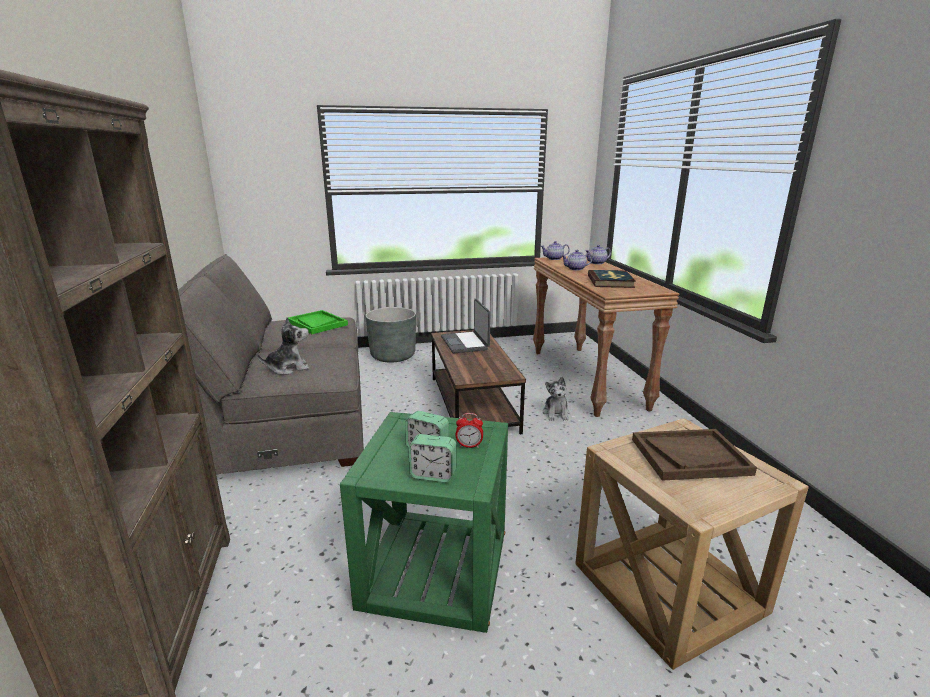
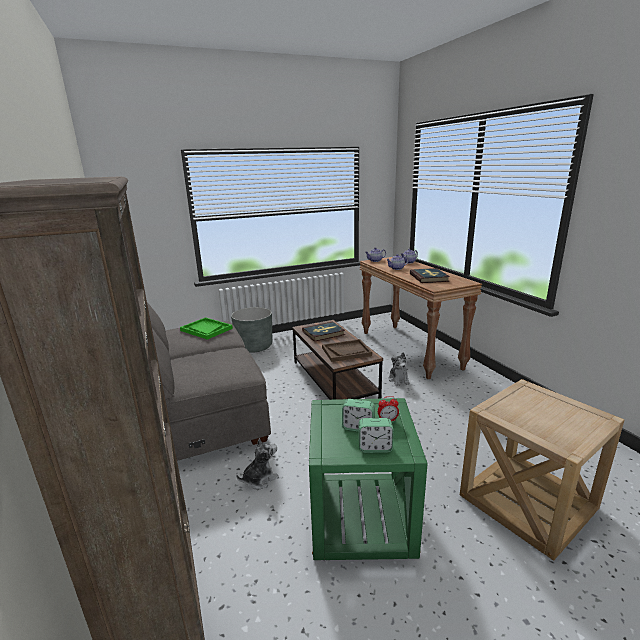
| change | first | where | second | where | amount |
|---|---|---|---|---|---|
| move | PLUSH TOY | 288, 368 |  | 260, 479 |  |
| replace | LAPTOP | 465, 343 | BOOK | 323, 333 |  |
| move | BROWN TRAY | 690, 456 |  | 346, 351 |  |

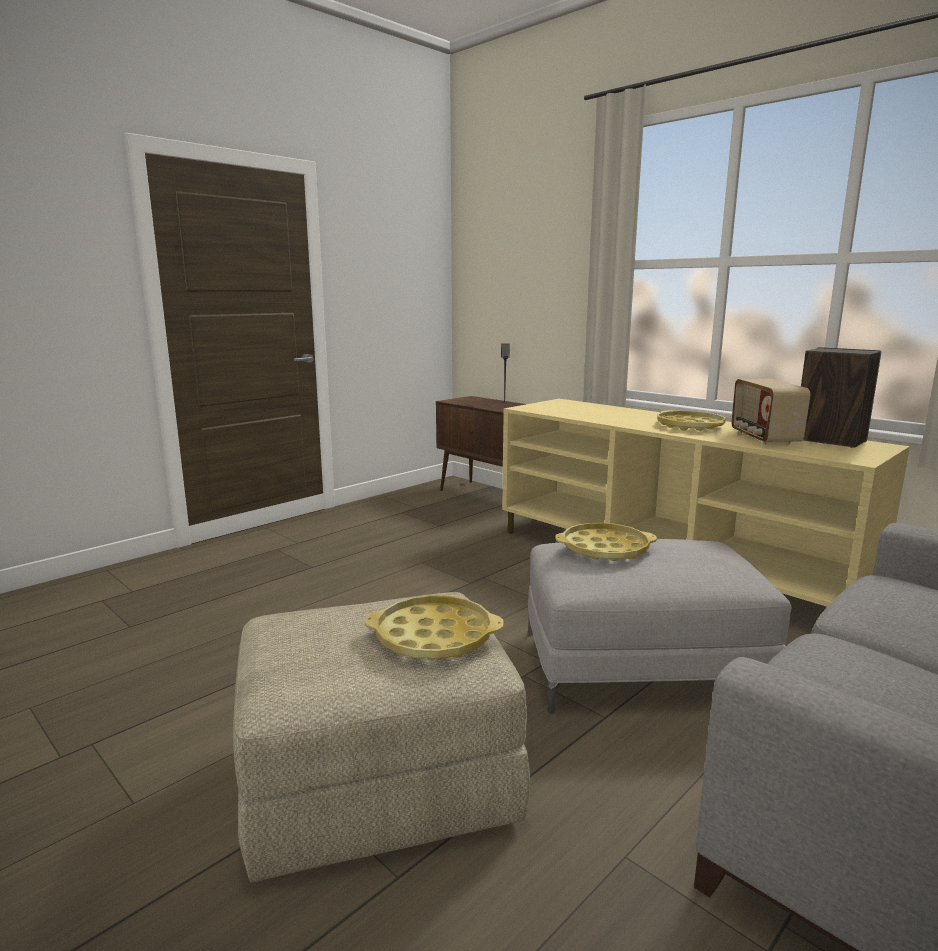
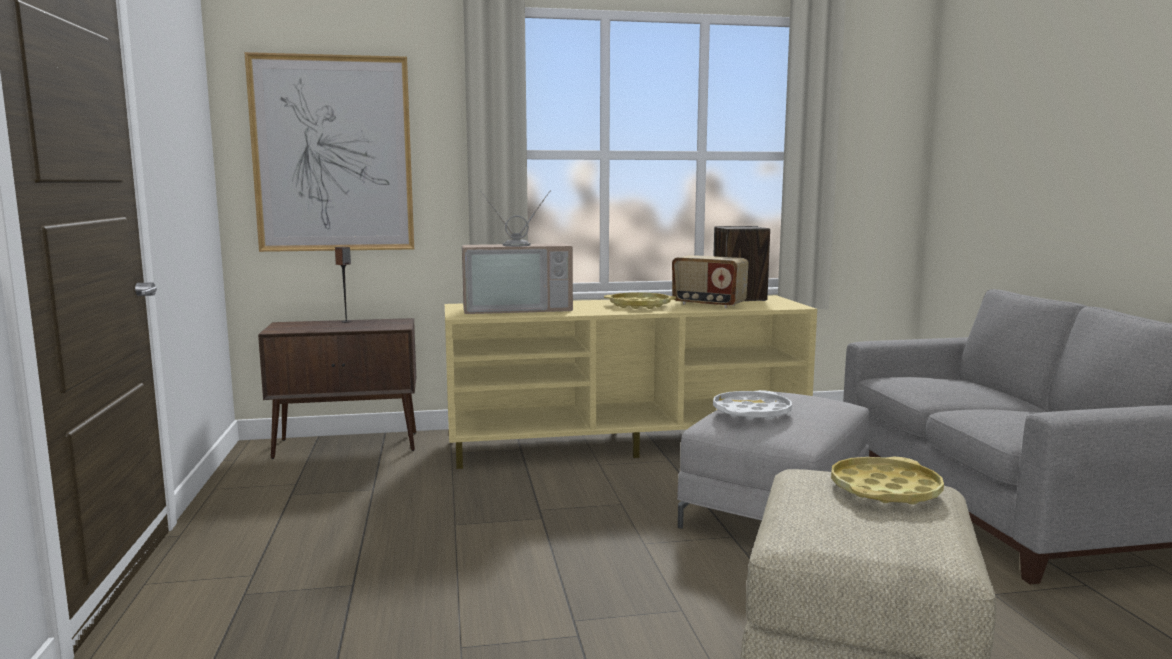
| change | first | where | second | where | amount |
|---|---|---|---|---|---|
| insert |  |  | PICTURE | 333, 154 |  |
| insert |  |  | TELEVISION | 517, 308 |  |
| recolor | YELLOW TRAY | 605, 549 | WHITE TRAY | 751, 412 |  |

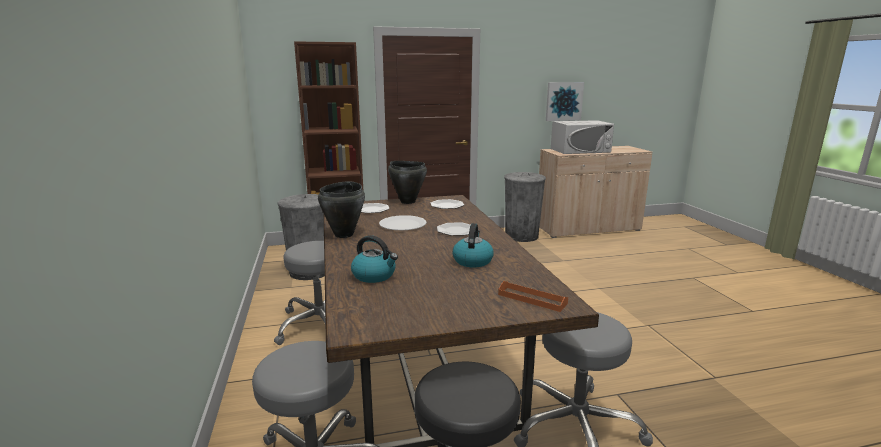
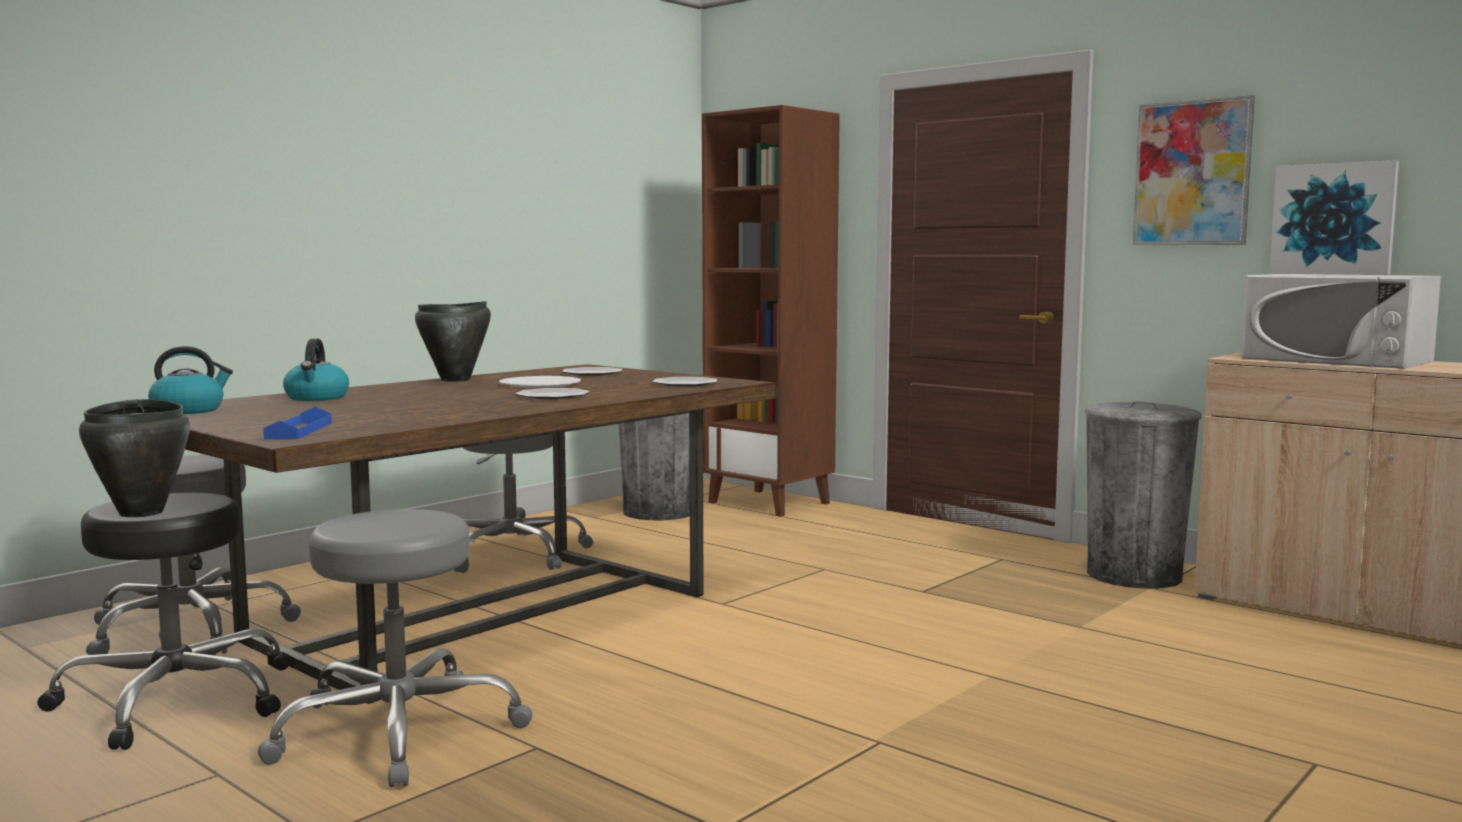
| change | first | where | second | where | amount |
|---|---|---|---|---|---|
| move | BLACK COOKING POT | 407, 202 |  | 142, 512 |  |
| move | KETTLE | 472, 260 |  | 189, 410 |  |
| recolor | ORANGE TRAY | 532, 299 | BLUE TRAY | 299, 431 |  |
| insert |  |  | PICTURE | 1192, 173 |  |

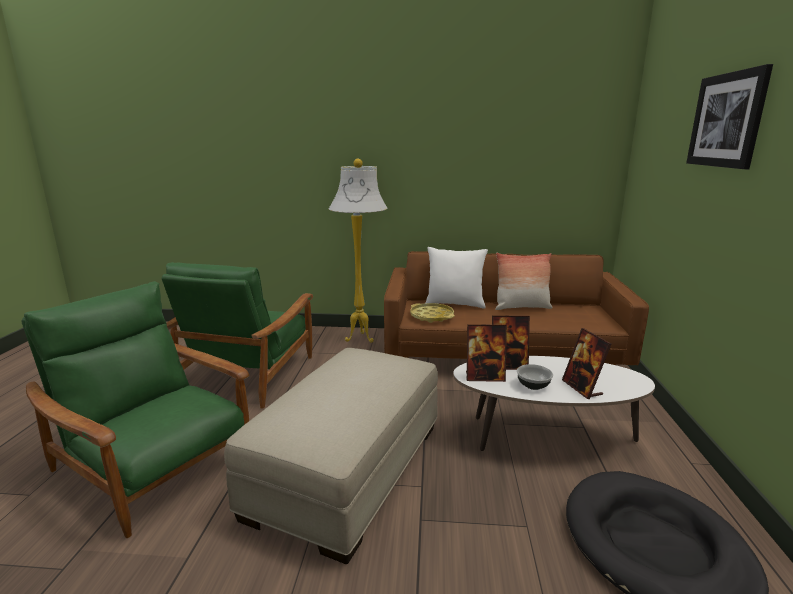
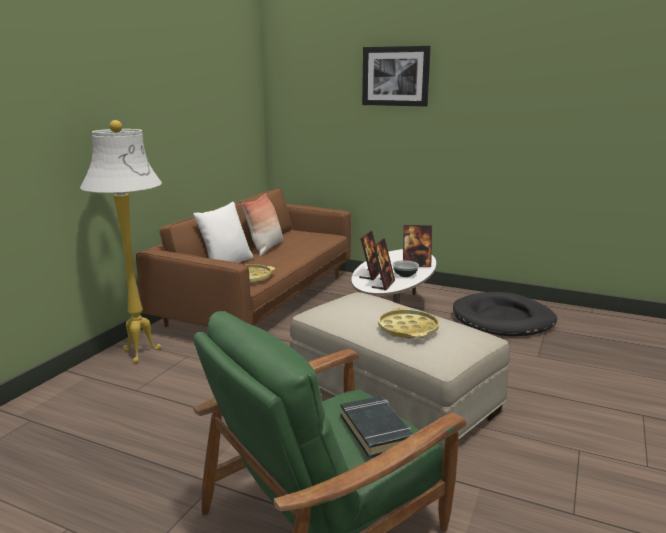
| change | first | where | second | where | amount |
|---|---|---|---|---|---|
| insert |  |  | BLACK BOOK | 376, 431 |  |
| insert |  |  | YELLOW TRAY | 408, 329 |  |
| delete | GREEN ARMCHAIR | 249, 374 |  |  |  |

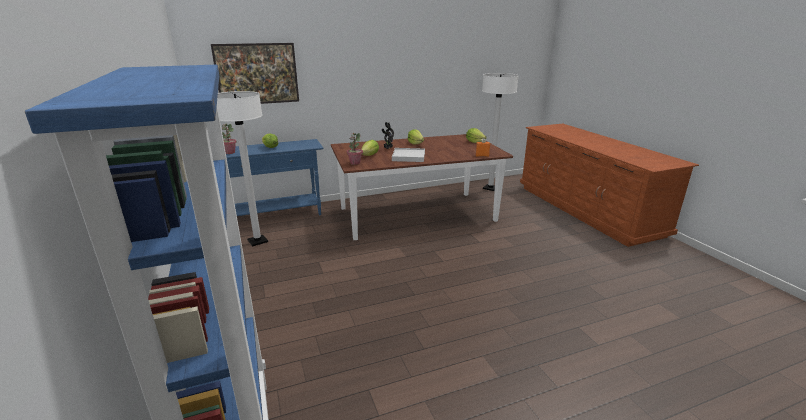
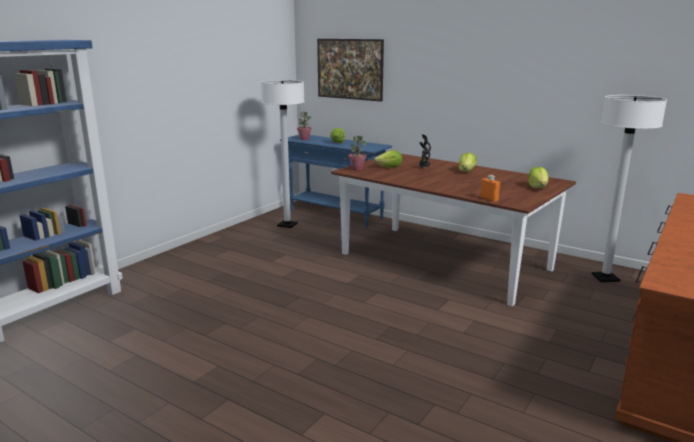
| change | first | where | second | where | amount |
|---|---|---|---|---|---|
| delete | WHITE TRAY | 408, 157 |  |  |  |

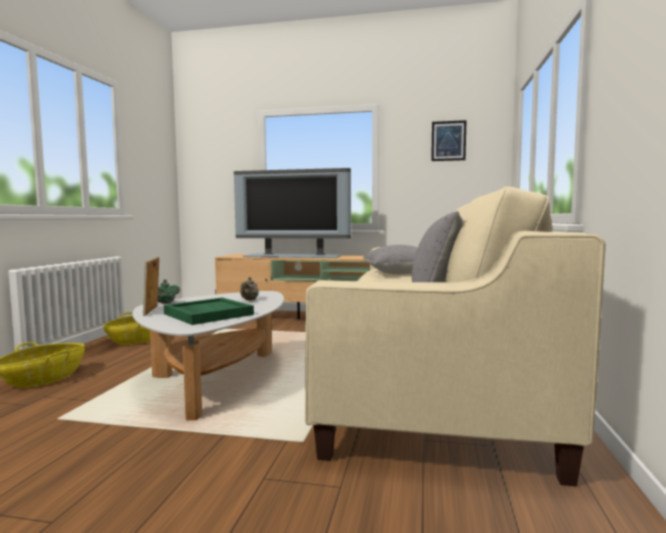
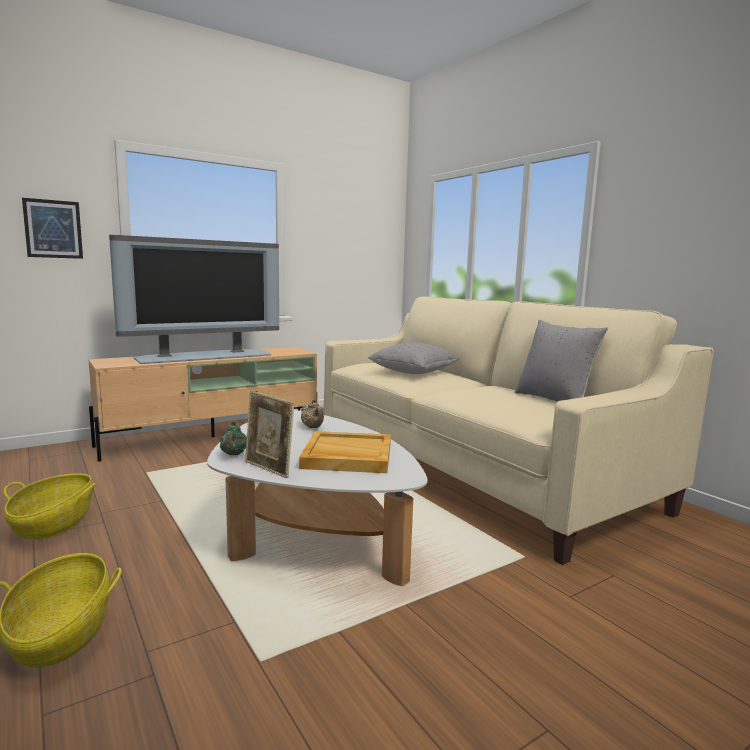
| change | first | where | second | where | amount |
|---|---|---|---|---|---|
| move | PICTURE | 448, 141 |  | 53, 229 |  |
| recolor | GREEN TRAY | 207, 314 | BEIGE TRAY | 347, 456 |  |

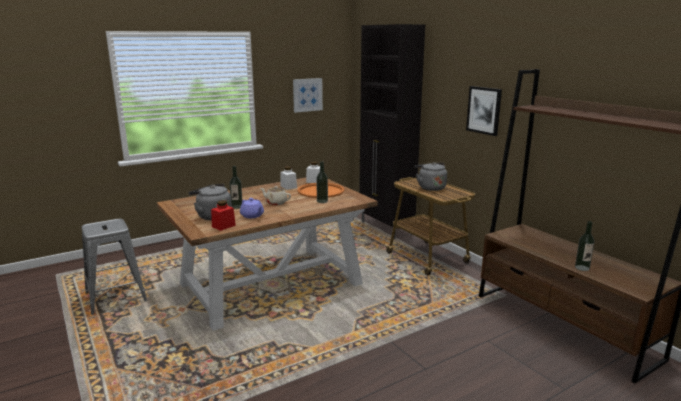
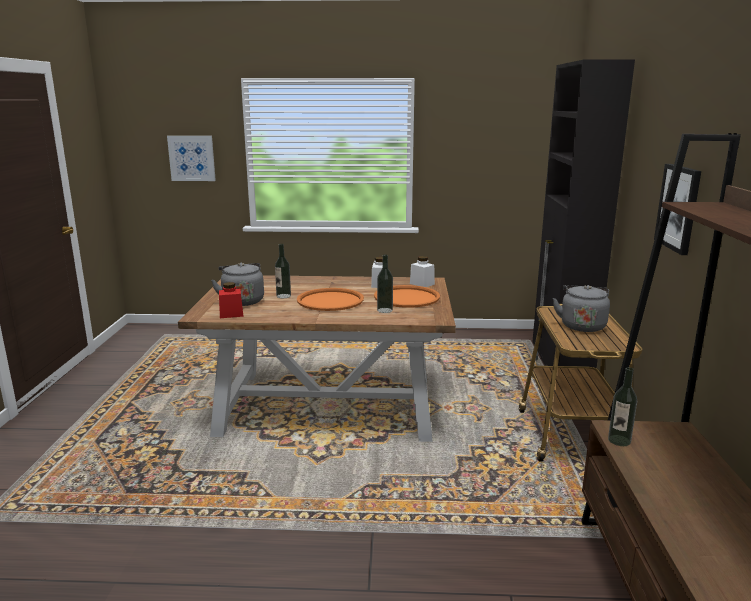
| change | first | where | second | where | amount |
|---|---|---|---|---|---|
| move | PICTURE | 307, 95 |  | 192, 158 |  |
| replace | BEIGE TEAPOT | 276, 203 | ORANGE TRAY | 330, 300 |  |
| move | BOTTLE | 582, 268 |  | 619, 440 |  |
| delete | GREY STOOL | 116, 297 |  |  |  |
| delete | PURPLE TEAPOT | 252, 216 |  |  |  |

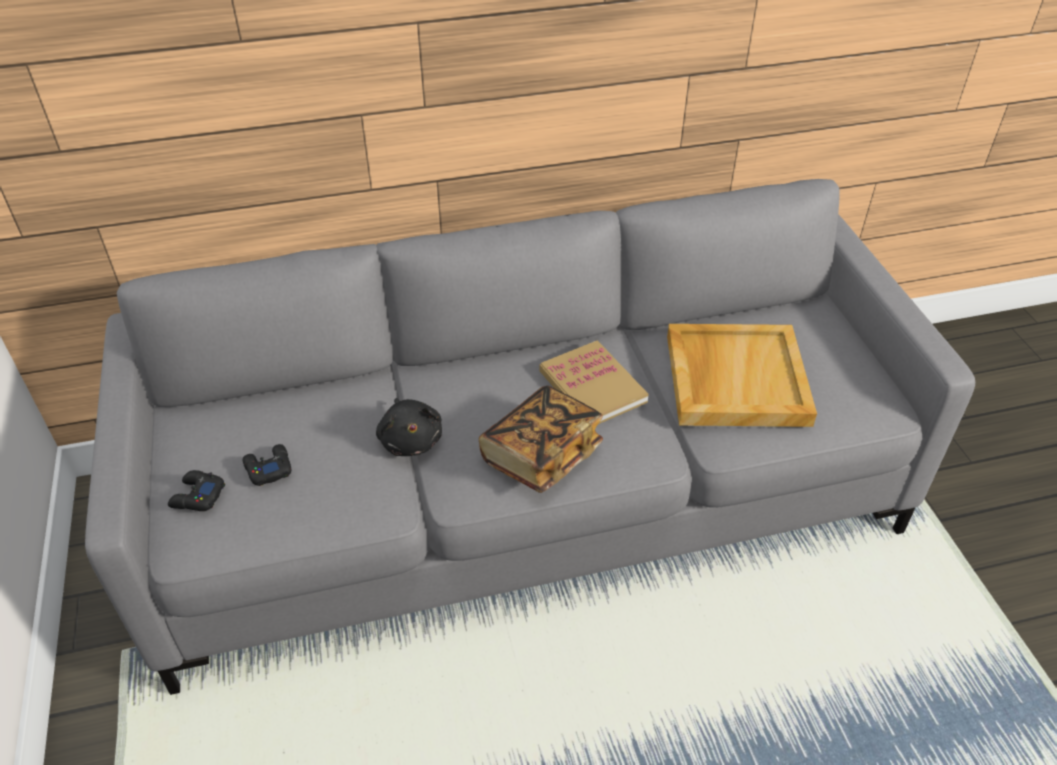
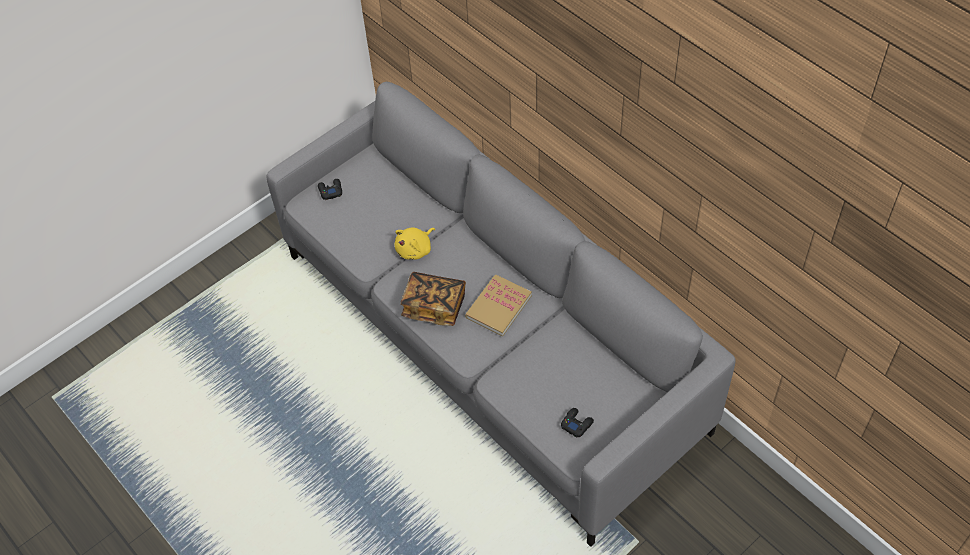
| change | first | where | second | where | amount |
|---|---|---|---|---|---|
| recolor | BLACK PLUSH TOY | 411, 439 | YELLOW PLUSH TOY | 415, 249 |  |
| move | BLACK GAME CONTROLLER | 268, 468 |  | 576, 424 |  |
| delete | BEIGE TRAY | 735, 378 |  |  |  |

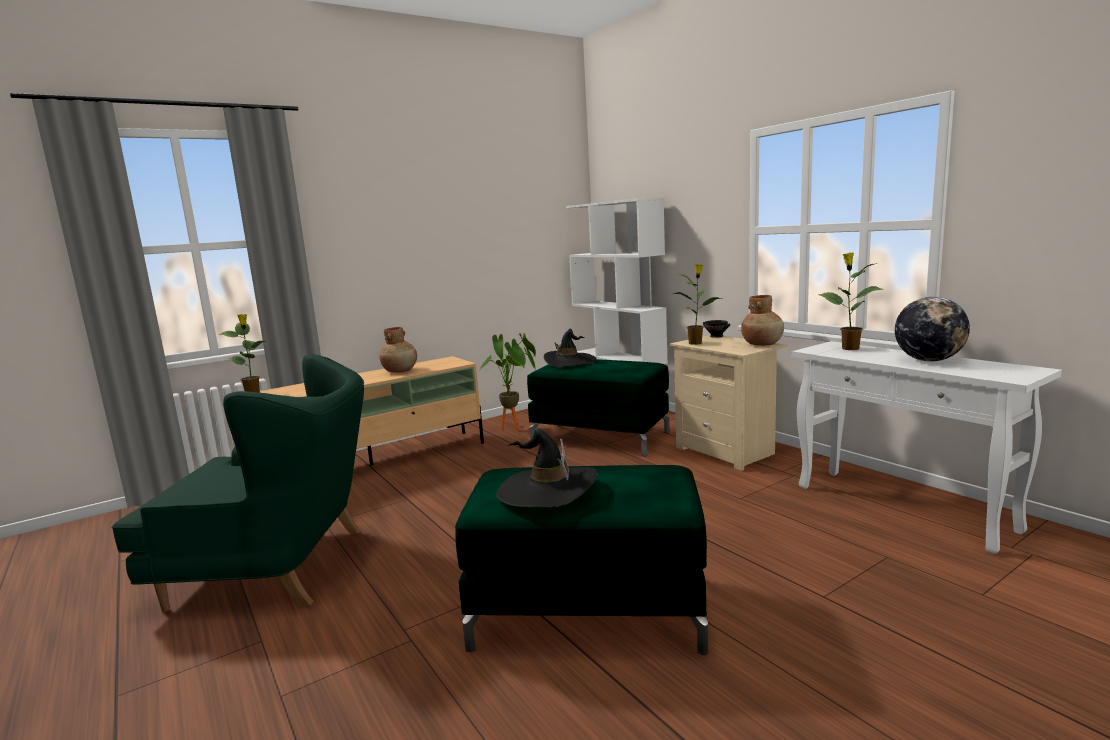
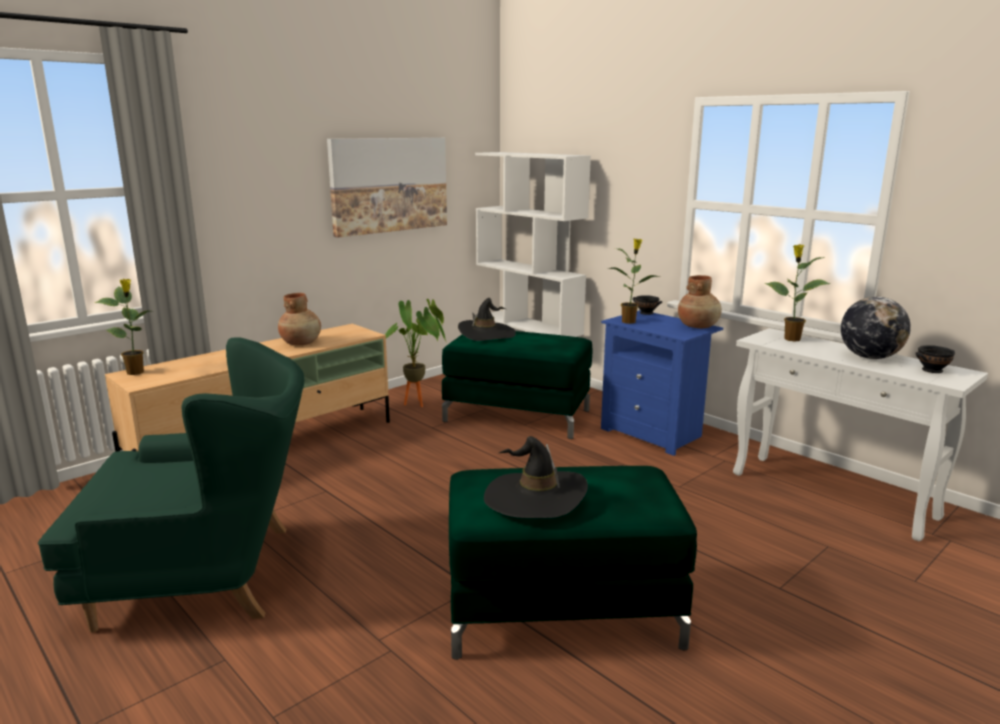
| change | first | where | second | where | amount |
|---|---|---|---|---|---|
| insert |  |  | PICTURE | 389, 185 |  |
| recolor | BEIGE NIGHTSTAND | 727, 451 | BLUE NIGHTSTAND | 654, 433 |  |
| insert |  |  | BLACK BOWL | 931, 370 |  |

